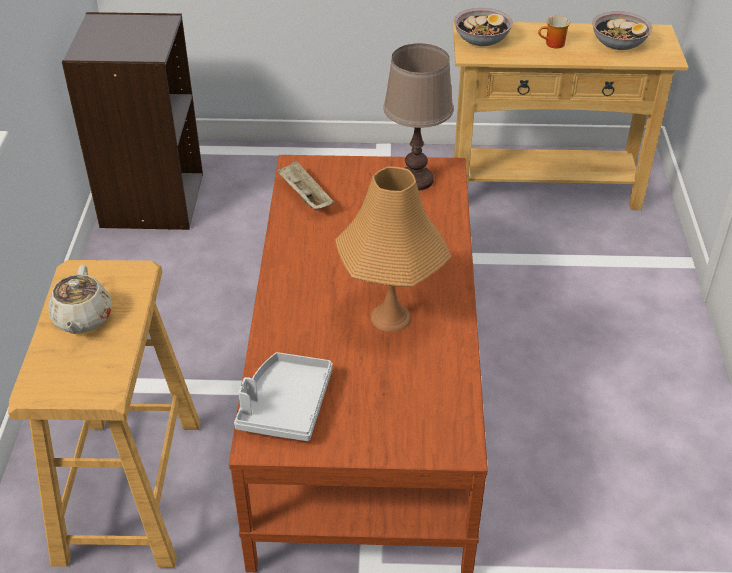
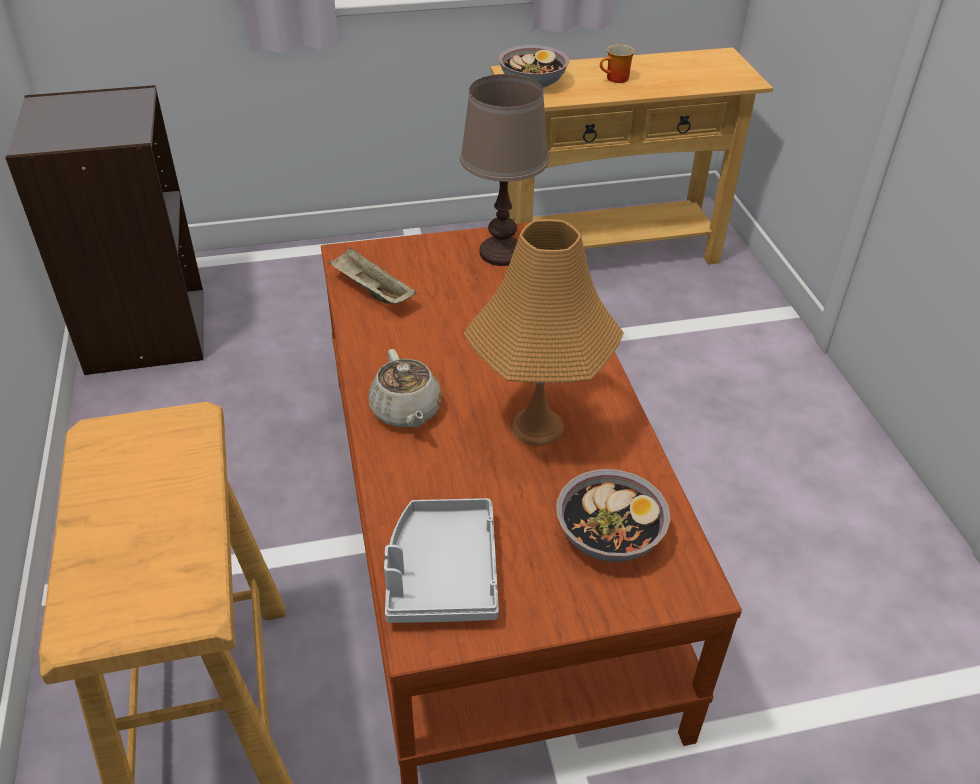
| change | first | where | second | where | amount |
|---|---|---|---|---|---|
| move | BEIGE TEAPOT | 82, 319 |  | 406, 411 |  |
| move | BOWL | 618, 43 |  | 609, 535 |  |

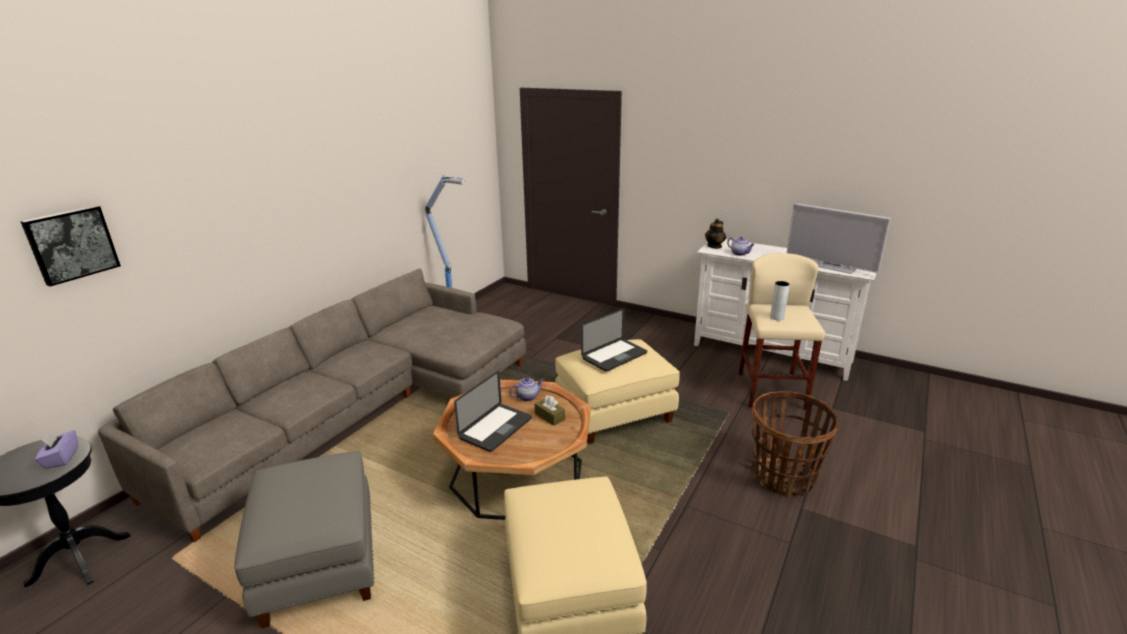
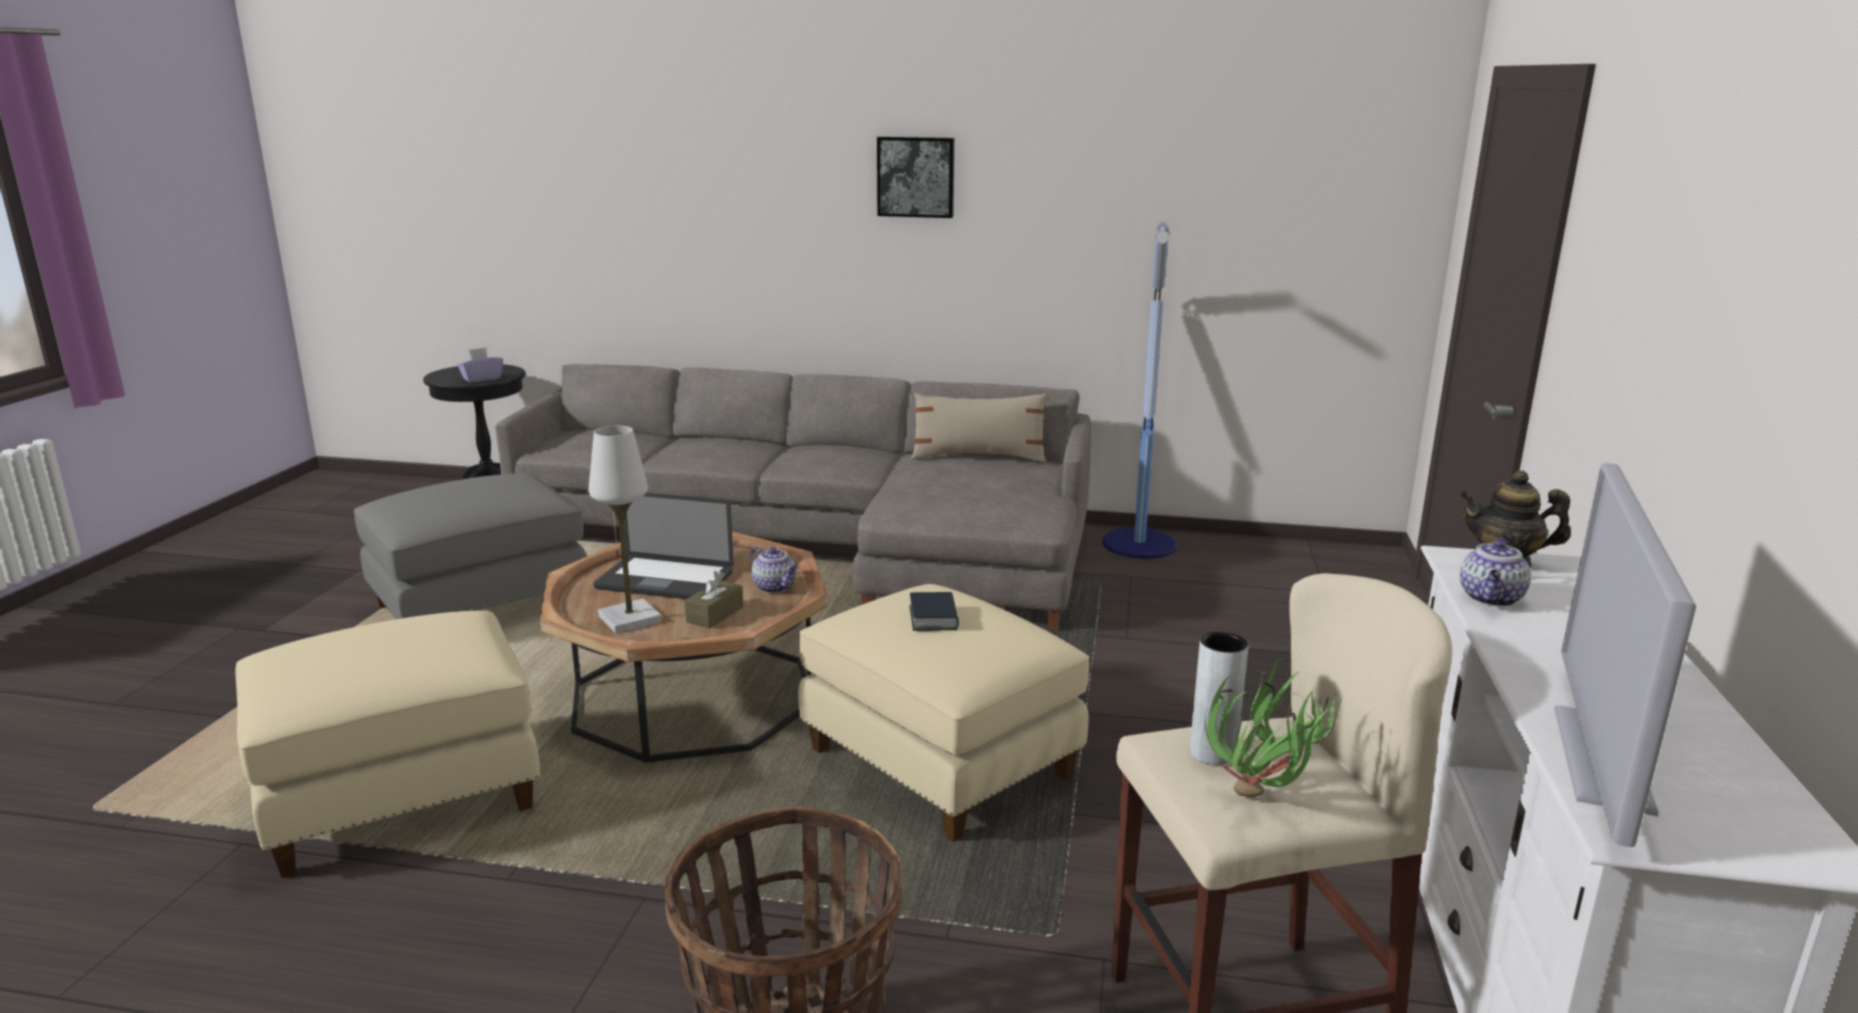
| change | first | where | second | where | amount |
|---|---|---|---|---|---|
| insert |  |  | WHITE TABLE LAMP | 629, 619 |  |
| move | PICTURE | 71, 244 |  | 916, 177 |  |
| replace | LAPTOP | 614, 356 | BOOK | 933, 618 |  |
| insert |  |  | BEIGE PILLOW | 978, 457 |  |
| insert |  |  | POTTED PLANT | 1261, 803 |  |

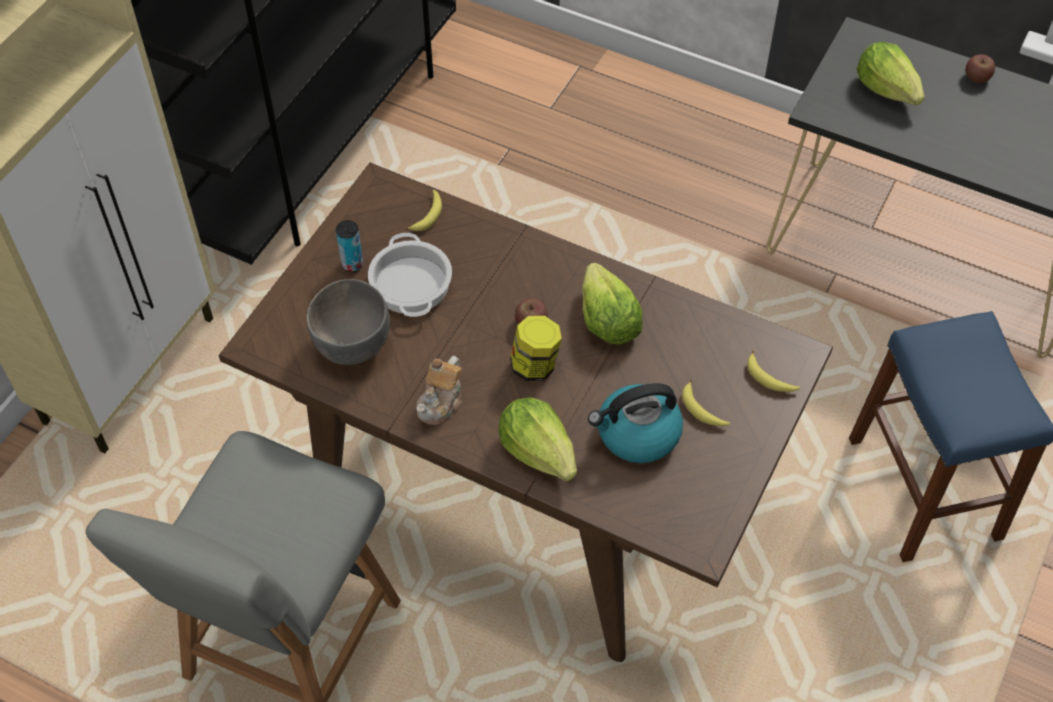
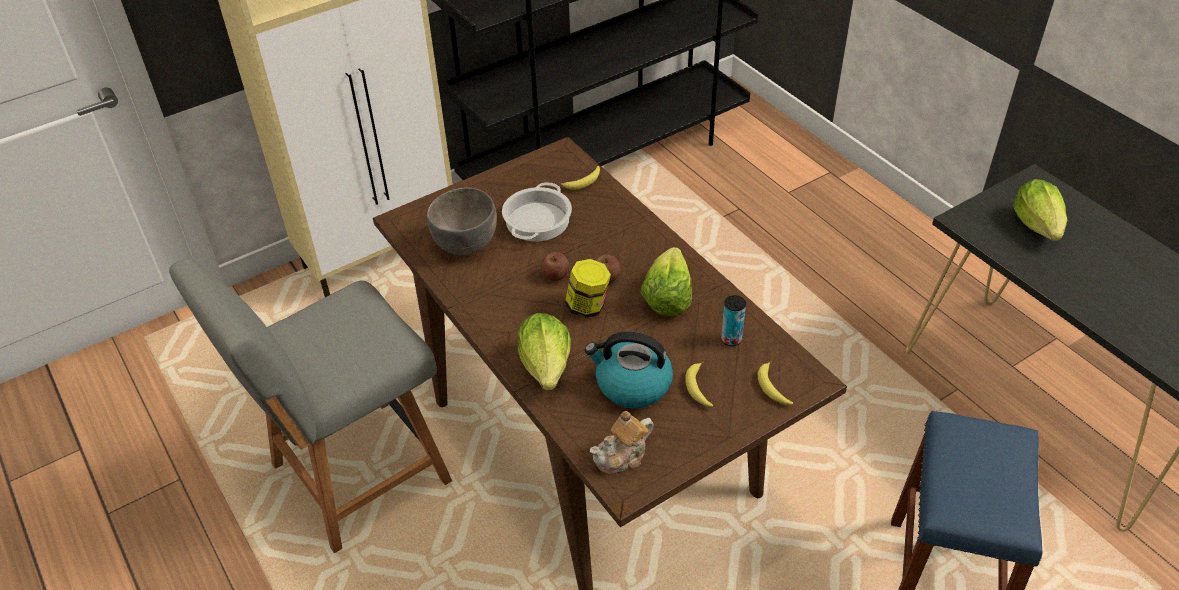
| change | first | where | second | where | amount |
|---|---|---|---|---|---|
| move | APPLE | 977, 77 |  | 555, 275 |  |
| move | TEAPOT | 441, 402 |  | 622, 456 |  |
| move | CAN | 352, 264 |  | 731, 339 |  |

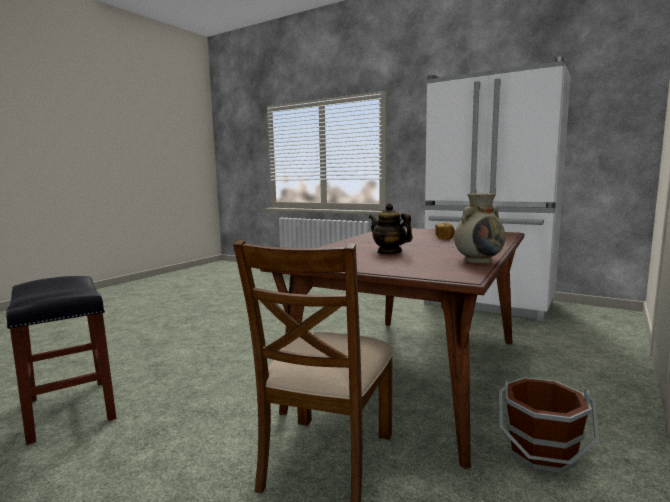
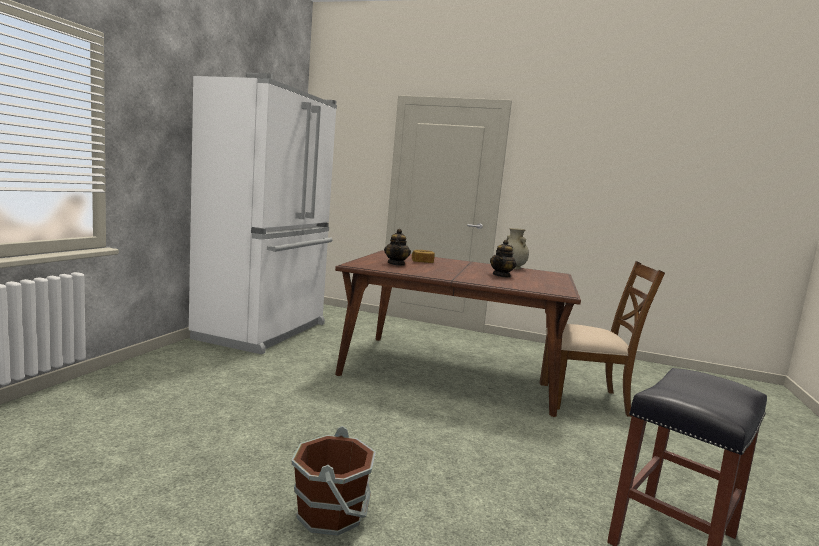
| change | first | where | second | where | amount |
|---|---|---|---|---|---|
| move | BROWN BUCKET | 542, 452 |  | 332, 513 |  |
| insert |  |  | TEAPOT | 396, 264 |  |

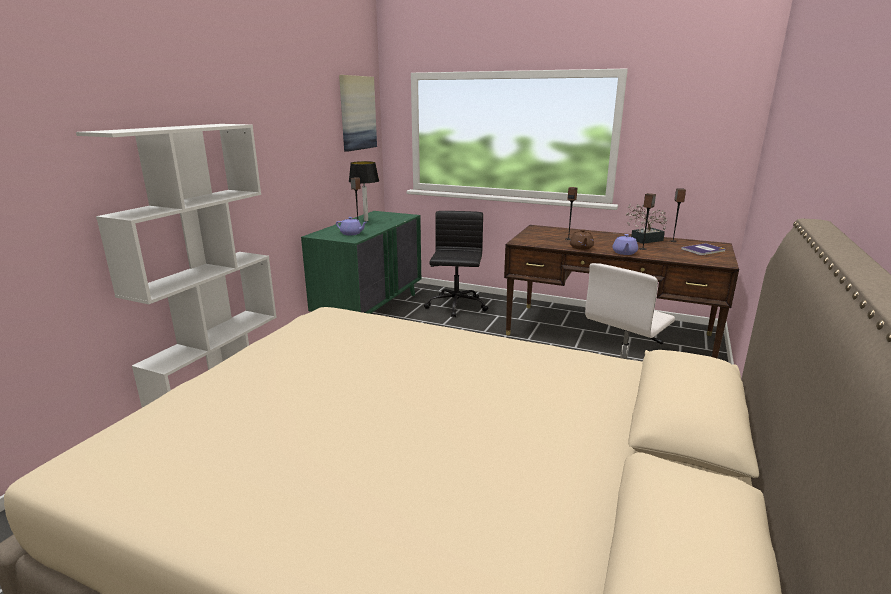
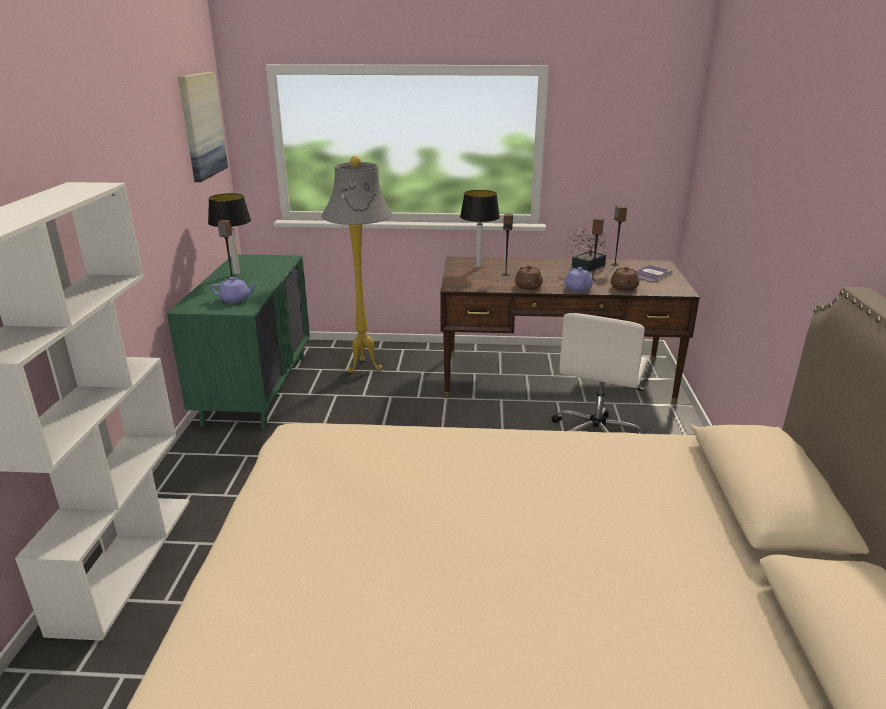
| change | first | where | second | where | amount |
|---|---|---|---|---|---|
| replace | BLACK OFFICE CHAIR | 456, 306 | GREY FLOOR LAMP | 365, 367 |  |
| insert |  |  | TABLE LAMP | 478, 266 |  |
| insert |  |  | BROWN TEAPOT | 624, 288 |  |

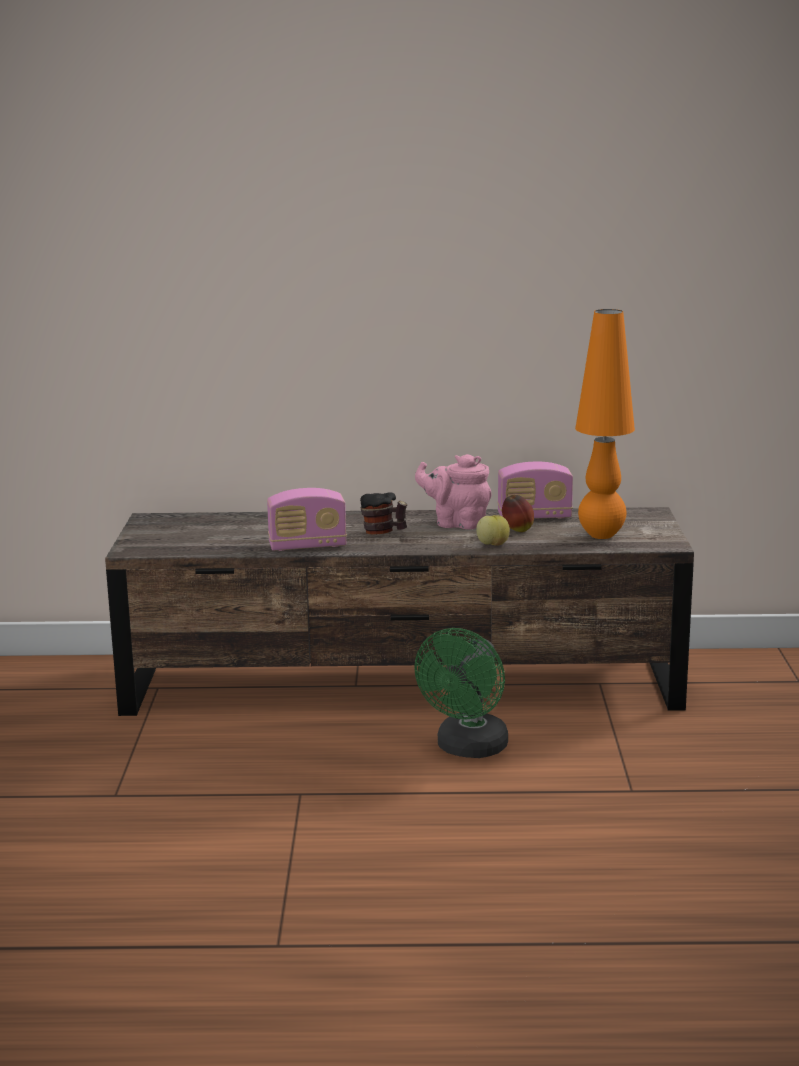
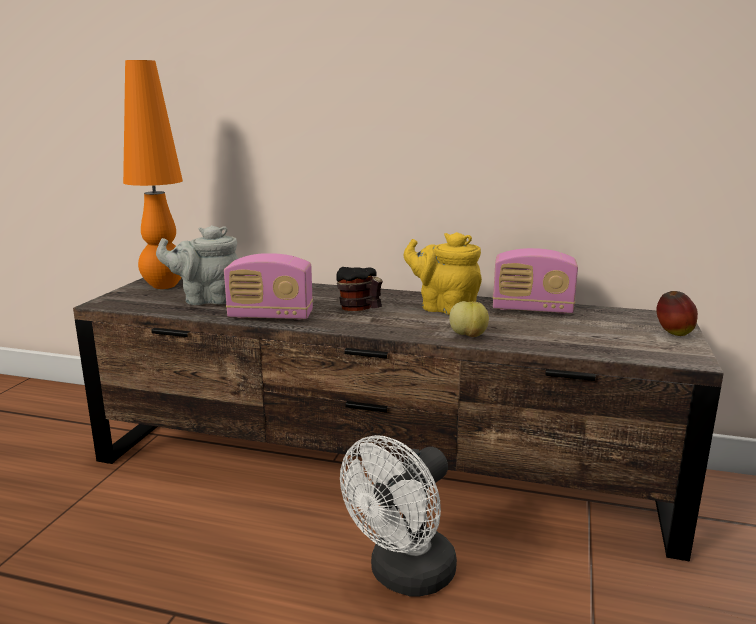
| change | first | where | second | where | amount |
|---|---|---|---|---|---|
| move | ORANGE TABLE LAMP | 601, 535 |  | 164, 286 |  |
| insert |  |  | GREY TEAPOT | 206, 299 |  |
| recolor | GREEN FAN | 468, 749 | WHITE FAN | 404, 577 |  |
| recolor | PINK TEAPOT | 456, 523 | YELLOW TEAPOT | 444, 308 |  |
| move | APPLE | 517, 530 |  | 673, 334 |  |

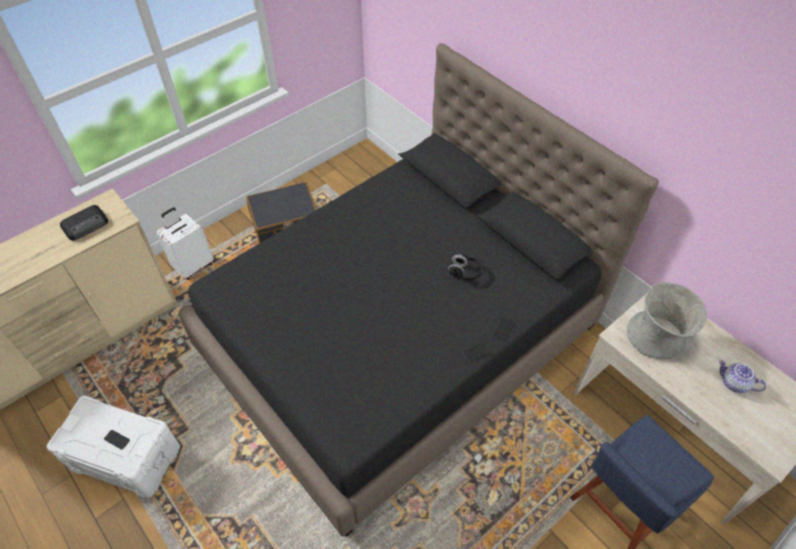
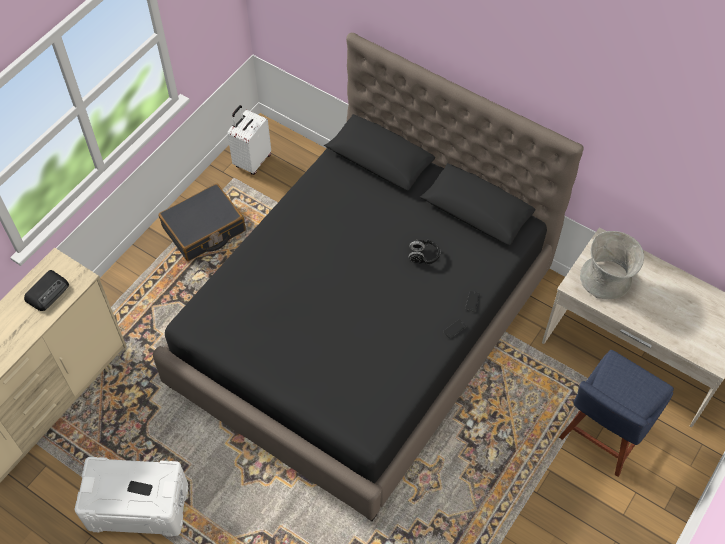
| change | first | where | second | where | amount |
|---|---|---|---|---|---|
| move | WHITE SUITCASE | 194, 265 |  | 252, 161 |  |
| delete | TEAPOT | 734, 383 |  |  |  |

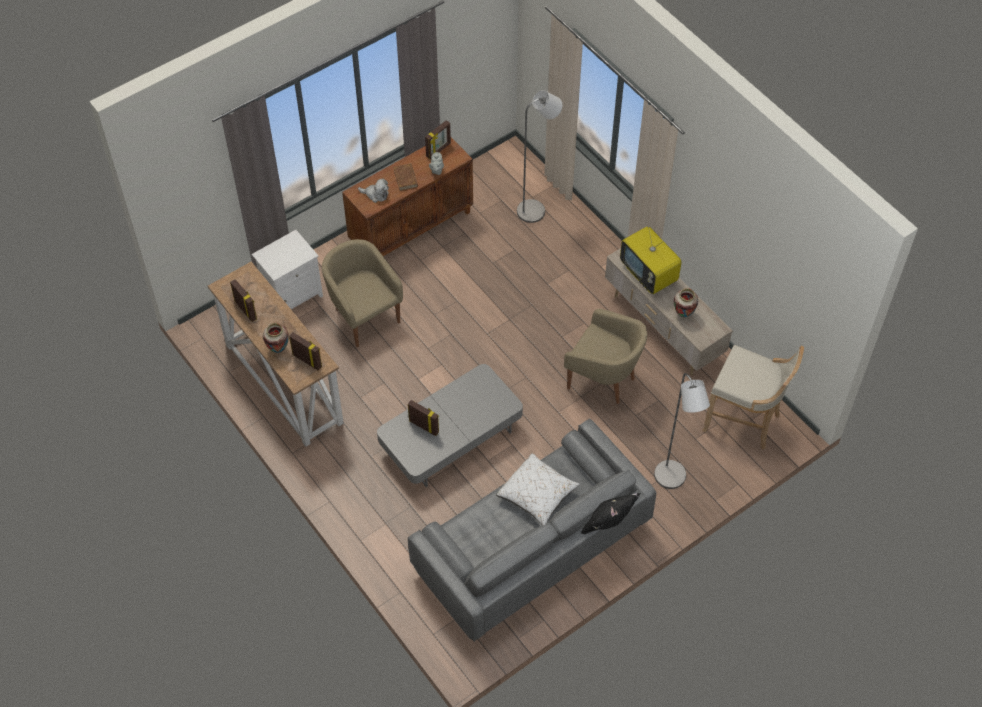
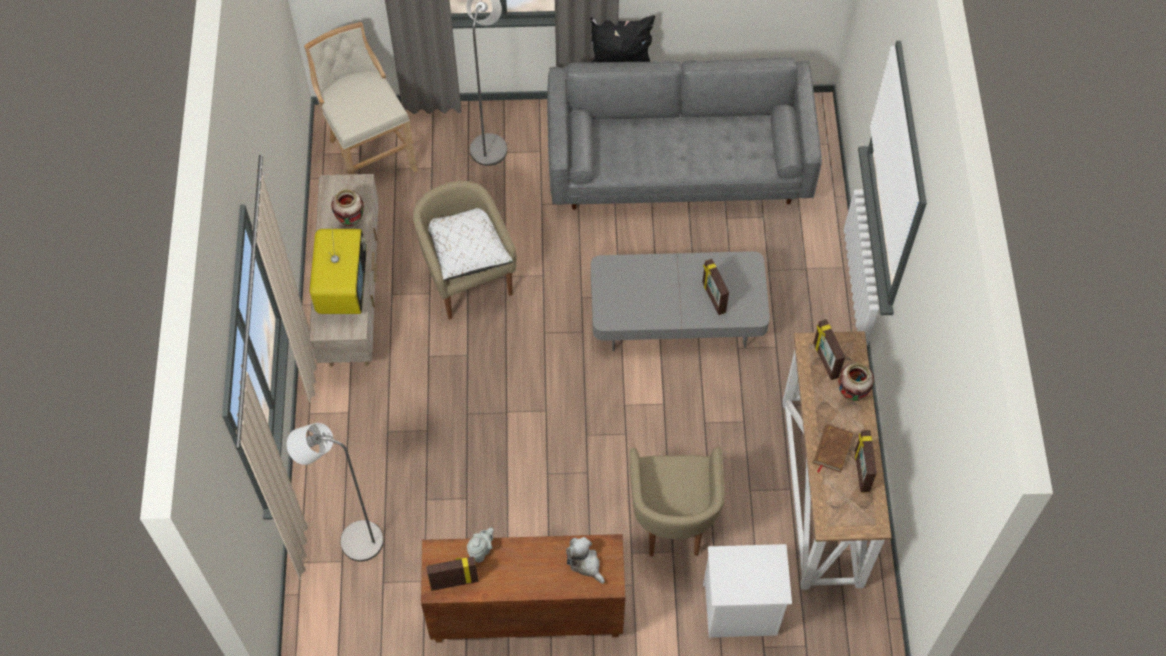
| change | first | where | second | where | amount |
|---|---|---|---|---|---|
| move | WHITE PILLOW | 537, 495 |  | 468, 249 |  |
| move | BROWN BOOK | 405, 178 |  | 832, 450 |  |

